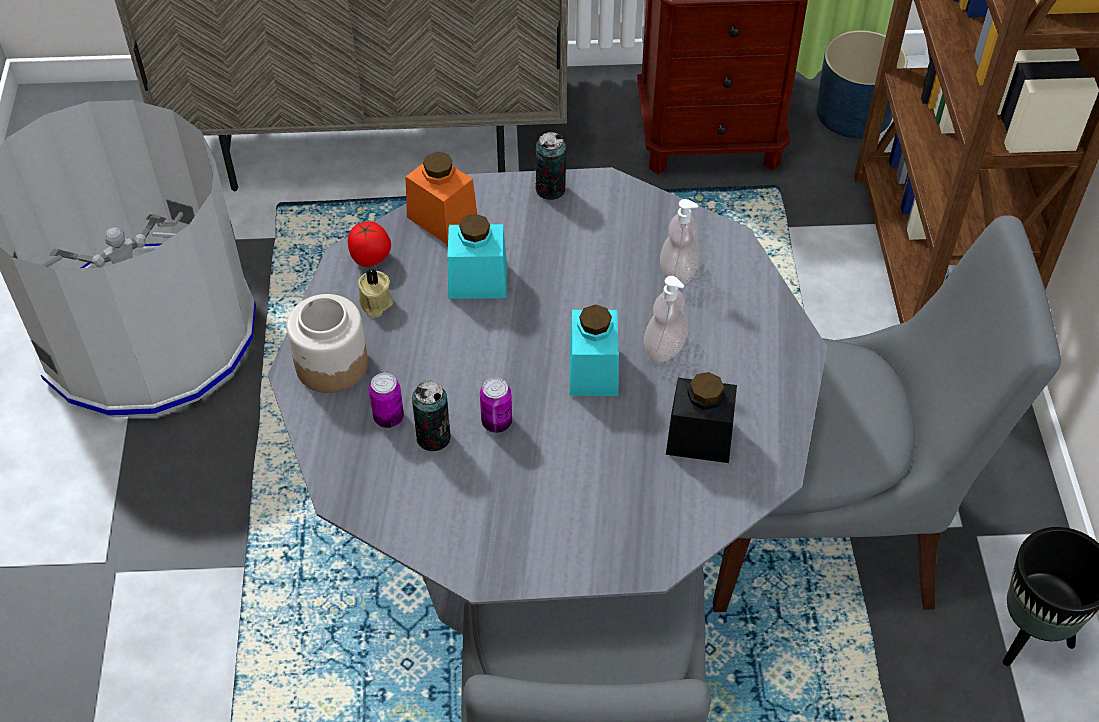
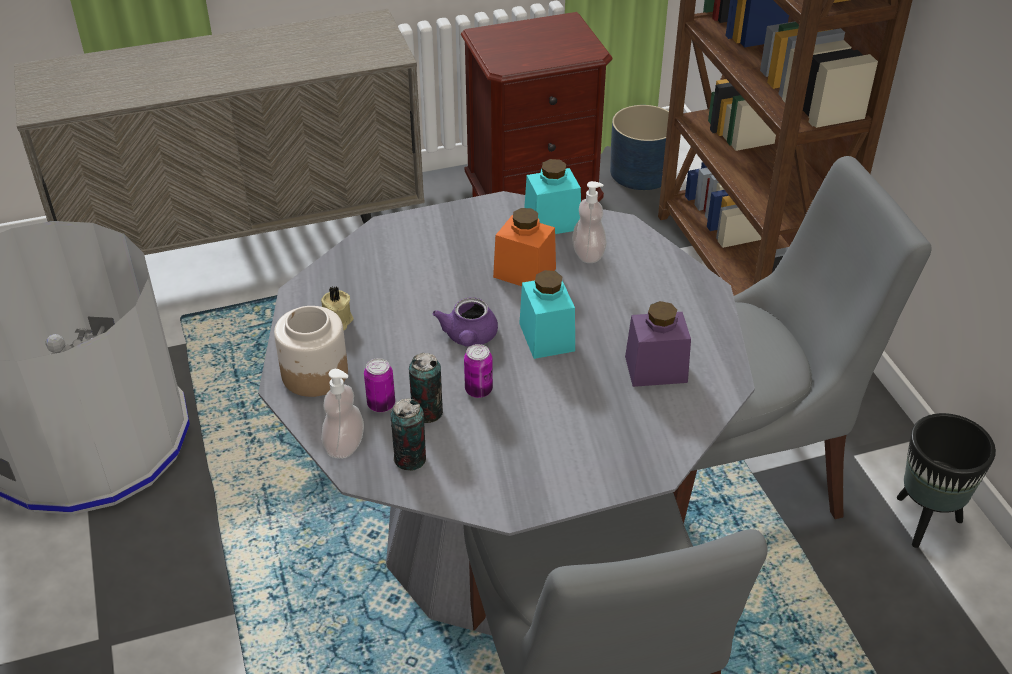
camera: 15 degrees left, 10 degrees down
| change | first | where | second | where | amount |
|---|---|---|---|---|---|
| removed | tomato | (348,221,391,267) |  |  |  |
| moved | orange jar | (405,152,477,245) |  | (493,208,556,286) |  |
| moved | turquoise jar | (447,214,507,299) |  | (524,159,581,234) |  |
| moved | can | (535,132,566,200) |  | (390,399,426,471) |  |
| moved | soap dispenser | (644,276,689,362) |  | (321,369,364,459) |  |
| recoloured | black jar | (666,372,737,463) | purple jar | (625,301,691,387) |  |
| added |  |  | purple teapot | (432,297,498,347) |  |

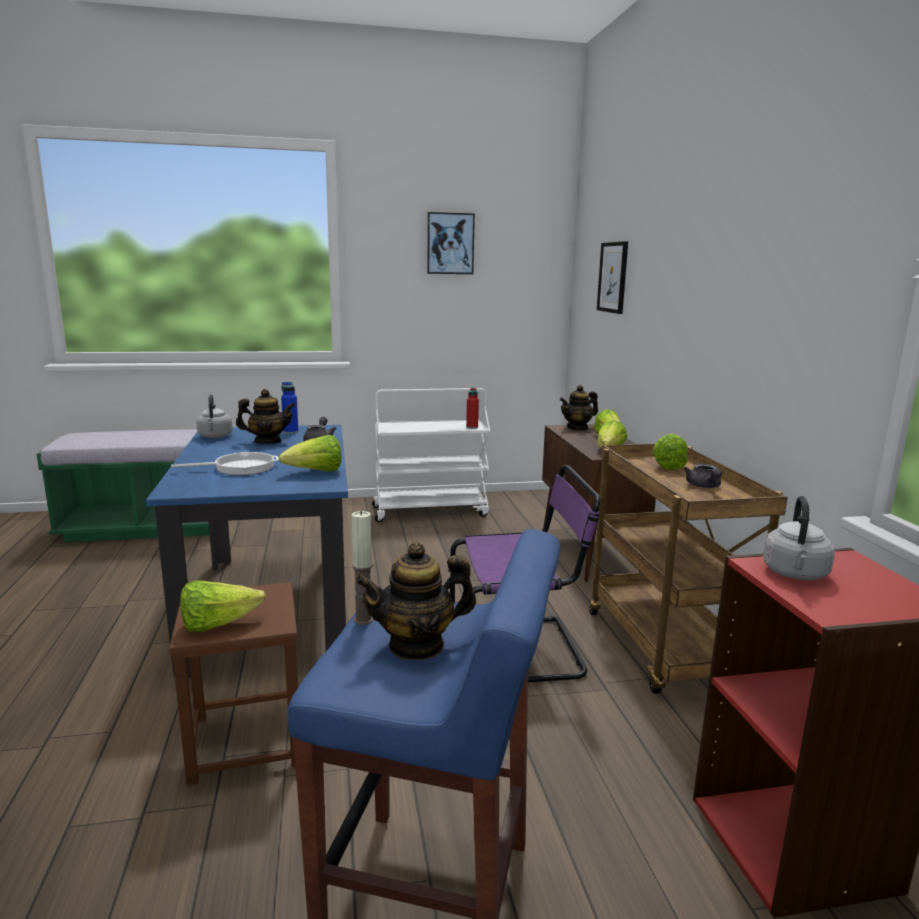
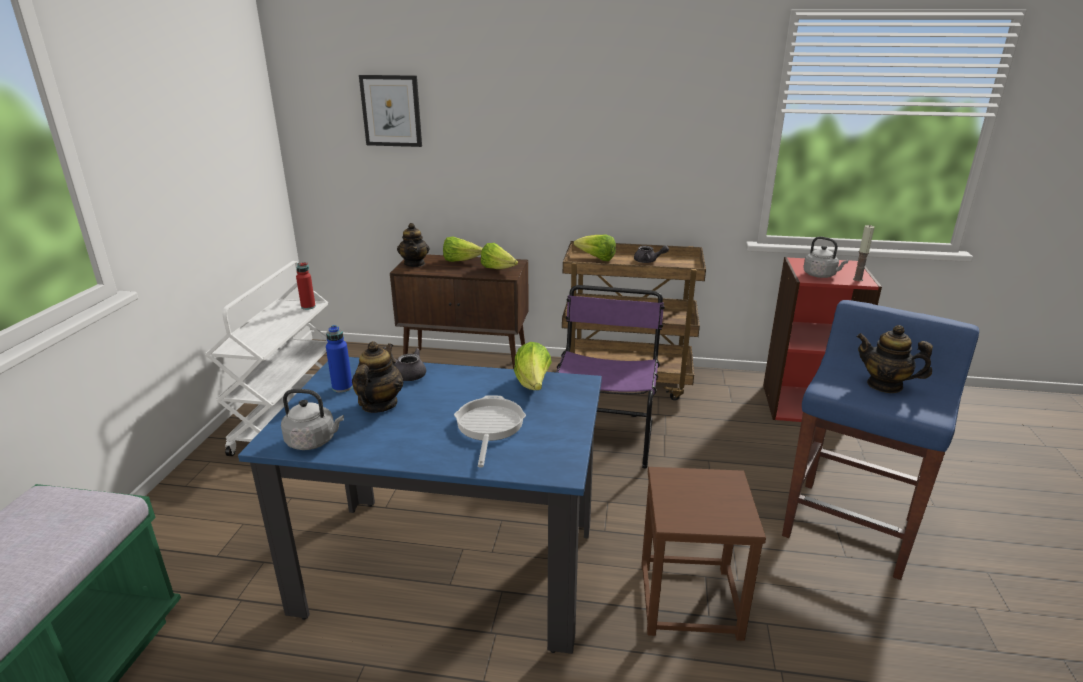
camera: 70 degrees left, 10 degrees up
| change | first | where | second | where | amount |
|---|---|---|---|---|---|
| removed | lettuce | (180,580,266,632) |  |  |  |
| moved | candle | (352,511,373,625) |  | (853,225,874,281) |  |
| turned | teapot | (355,542,476,660) |  | (856,325,933,393) | 120 degrees clockwise |
| removed | picture | (427,212,475,274) |  |  |  |

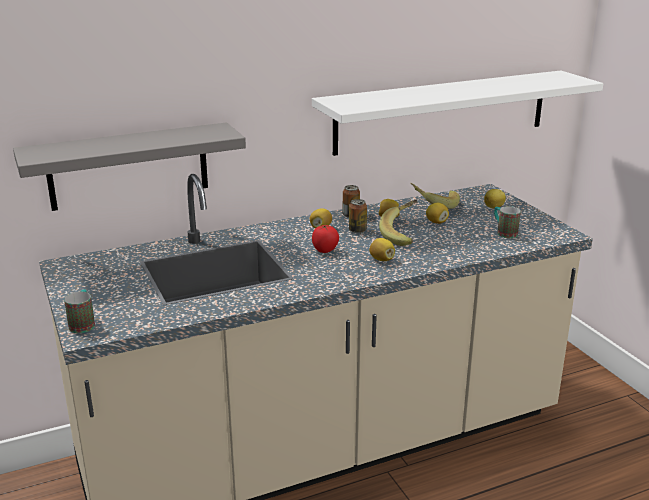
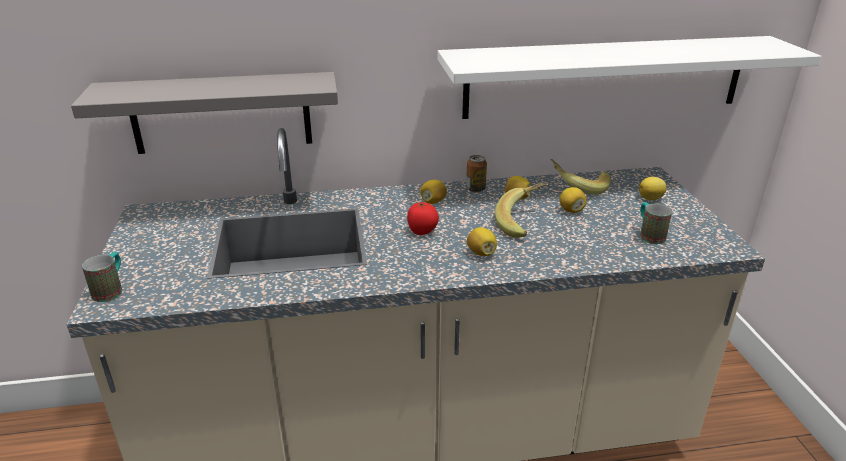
camera: 15 degrees right, 5 degrees up
| change | first | where | second | where | amount |
|---|---|---|---|---|---|
| removed | can | (349,199,367,233) |  |  |  |

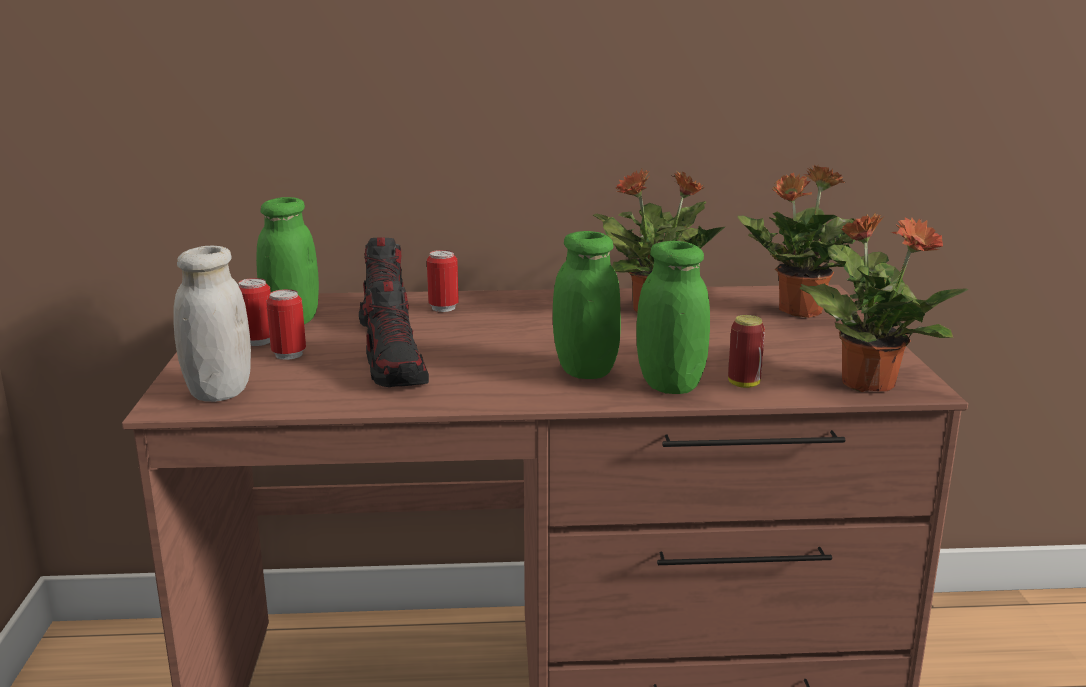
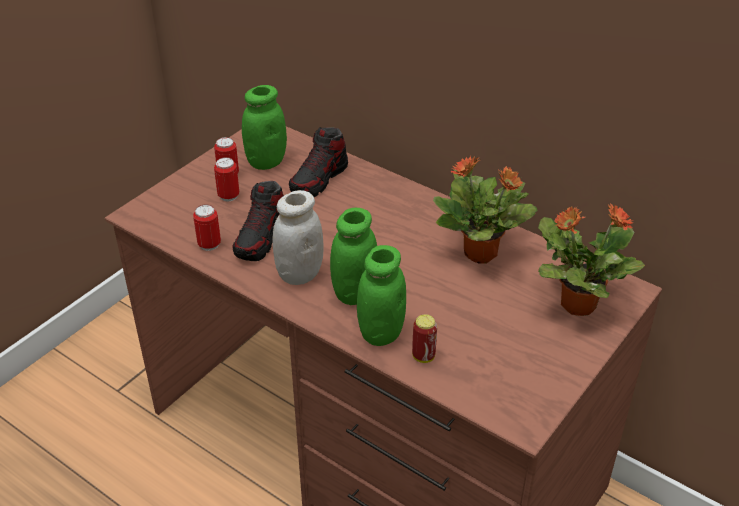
camera: 40 degrees right, 20 degrees up
| change | first | where | second | where | amount |
|---|---|---|---|---|---|
| moved | white jar | (173,246,251,402) |  | (272,190,324,285) |  |
| moved | can | (427,250,459,312) |  | (193,204,221,251) |  |
| removed | potted plant | (800,212,969,392) |  |  |  |

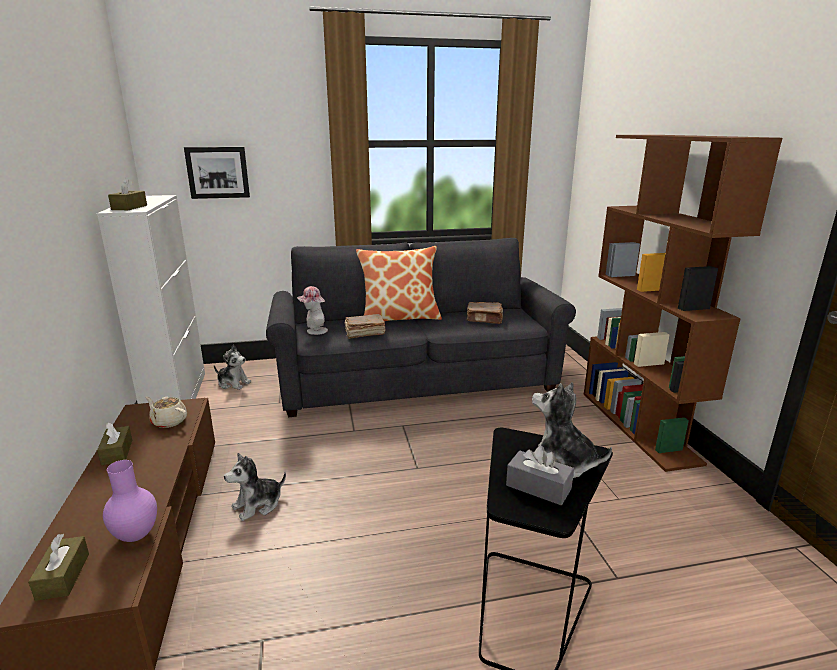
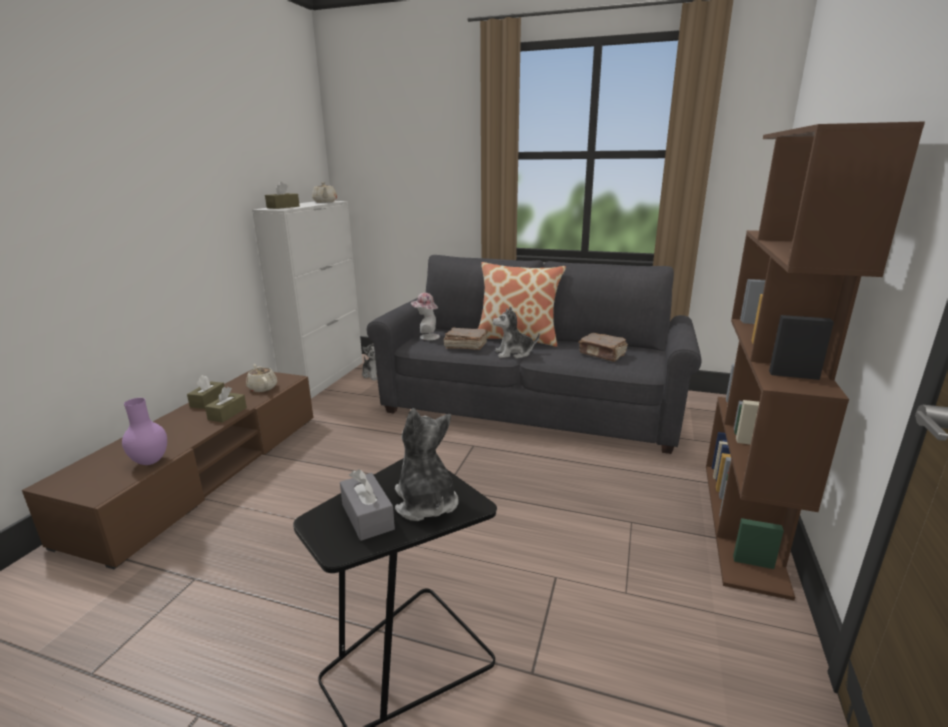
camera: 30 degrees right, 0 degrees up
| change | first | where | second | where | amount |
|---|---|---|---|---|---|
| moved | brown tissue box | (28,534,89,601) |  | (205,387,247,423) |  |
| removed | picture | (184,147,250,199) |  |  |  |
| moved | plush toy | (224,453,286,521) |  | (493,306,540,359) |  |
| added |  |  | beige teapot | (312,182,337,203) |  |

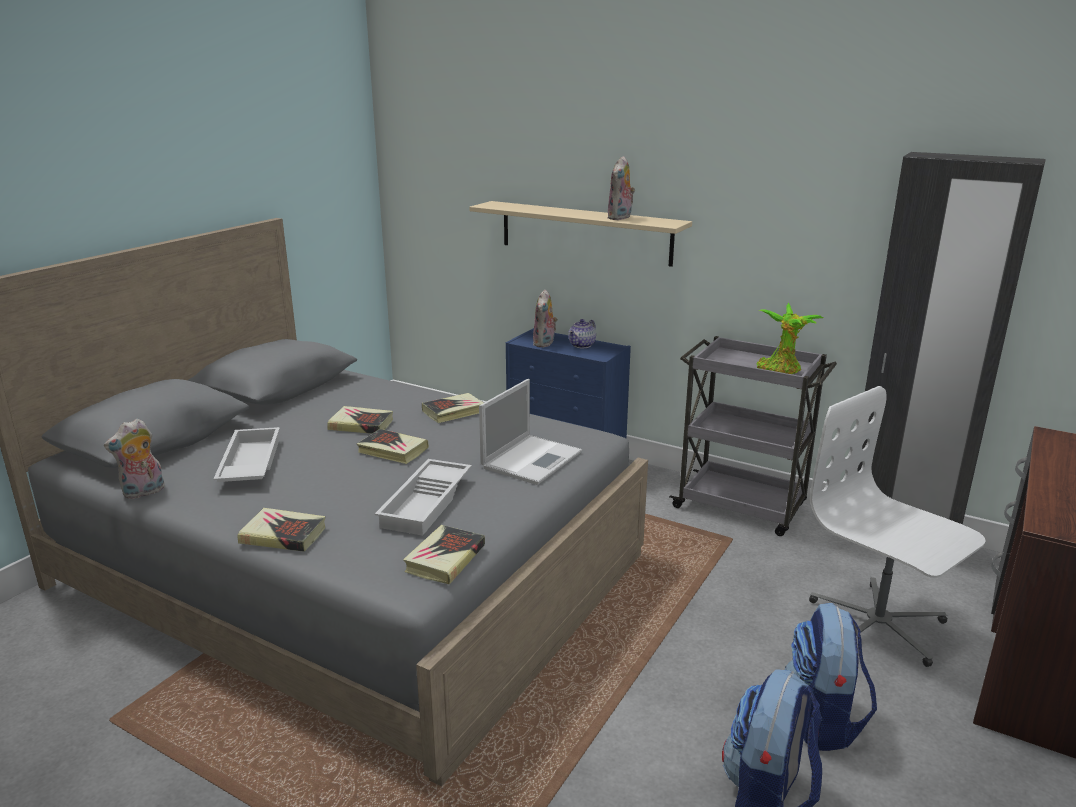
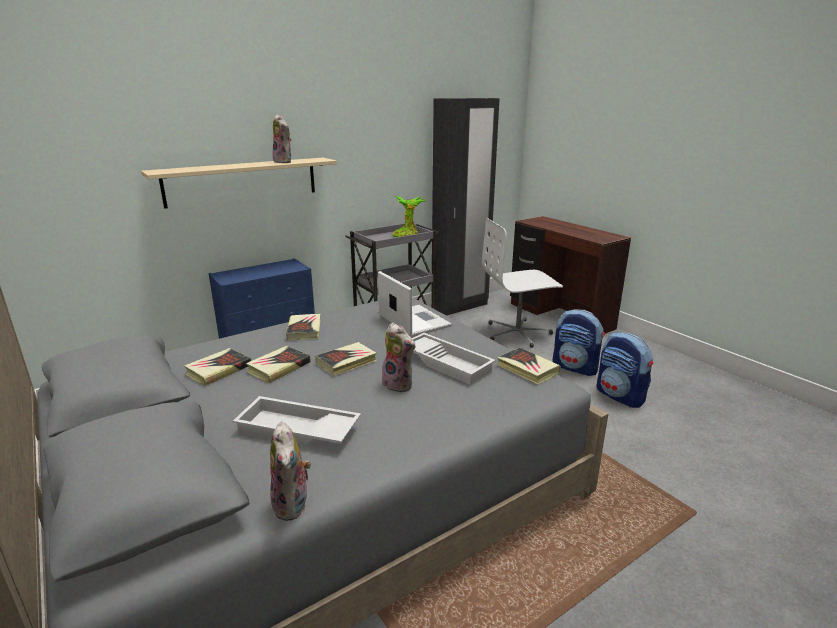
camera: 65 degrees left, 0 degrees up
| change | first | where | second | where | amount |
|---|---|---|---|---|---|
| moved | book | (238,508,326,552) |  | (184,348,251,386) |  |
| moved | plush toy | (533,289,558,347) |  | (382,323,415,393) |  |
| removed | teapot | (568,319,596,348) |  |  |  |

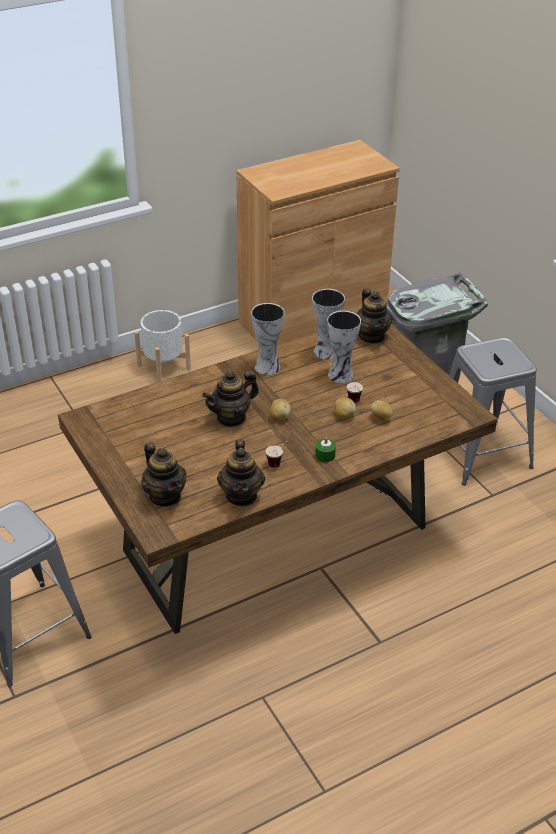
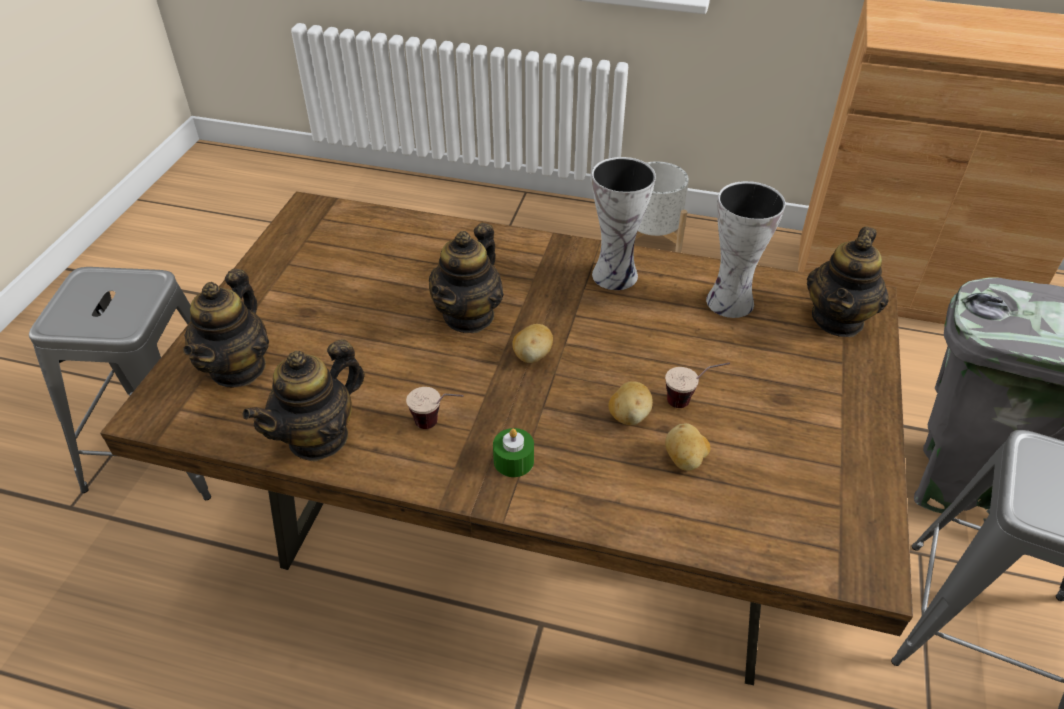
camera: 45 degrees right, 5 degrees up
| change | first | where | second | where | amount |
|---|---|---|---|---|---|
| turned | teapot | (202,371,259,427) |  | (429,223,504,333) | 75 degrees counterclockwise |
| removed | vase | (327,311,361,383) |  |  |  |

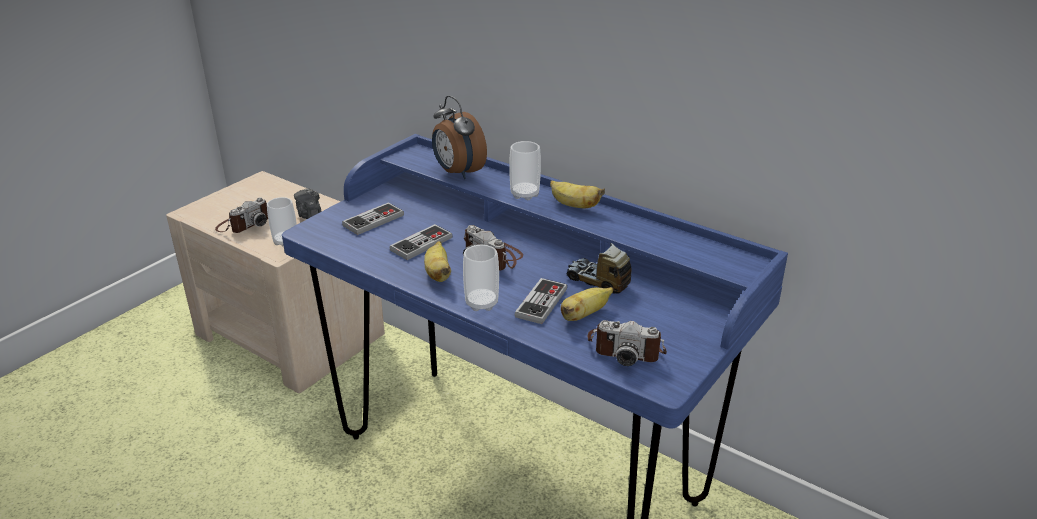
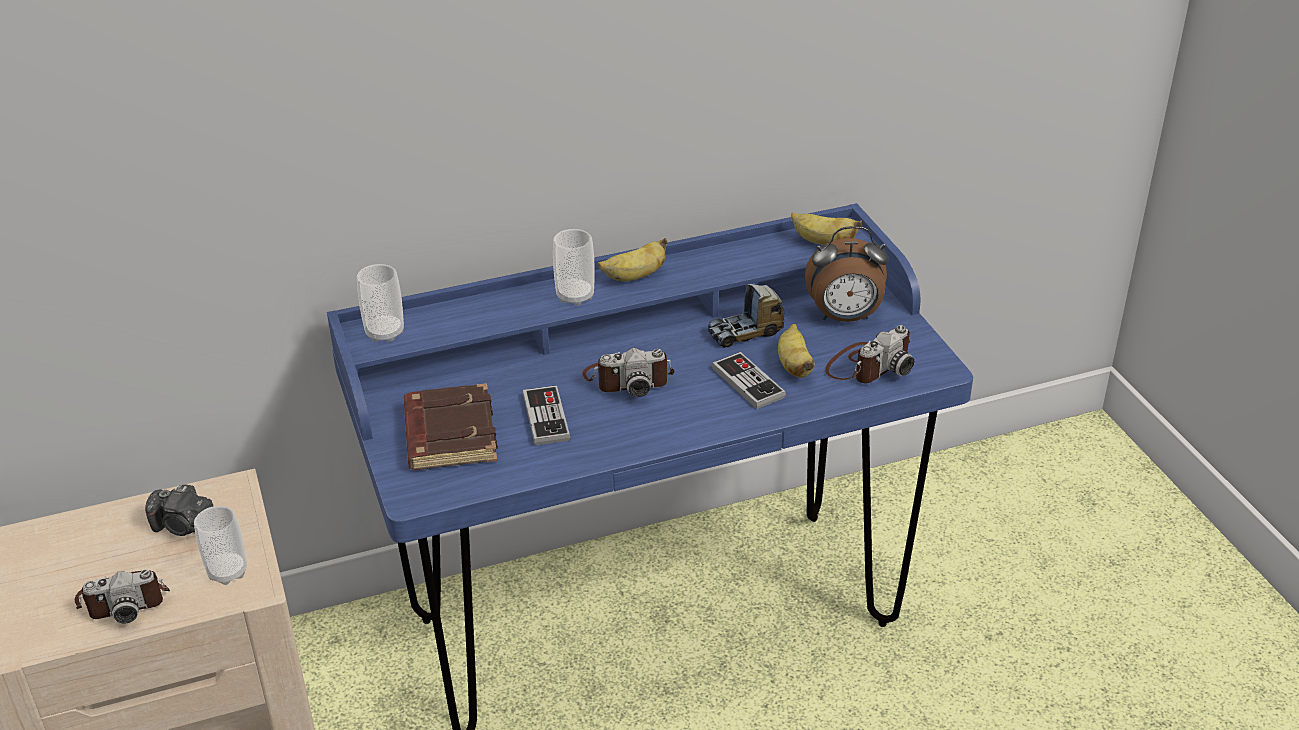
camera: 55 degrees left, 5 degrees up
| change | first | where | second | where | amount |
|---|---|---|---|---|---|
| turned | photo camera | (215,198,268,233) |  | (75,570,170,623) | 90 degrees clockwise |
| replaced | game controller | (342,202,404,235) | brown book | (403,383,498,470) |  |
| moved | banana | (424,241,451,282) |  | (791,212,862,245) |  |
| moved | alarm clock | (432,95,487,179) |  | (805,226,889,322) |  |
| moved | cup | (463,245,499,311) |  | (357,264,404,342) |  |

